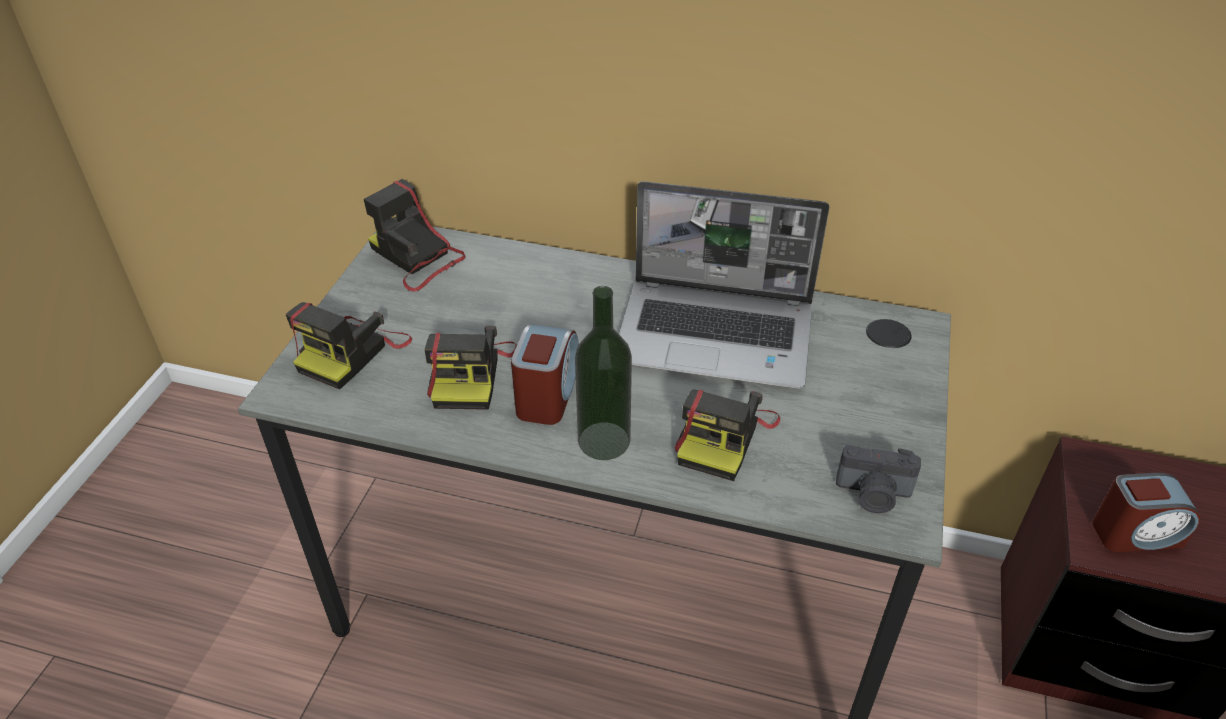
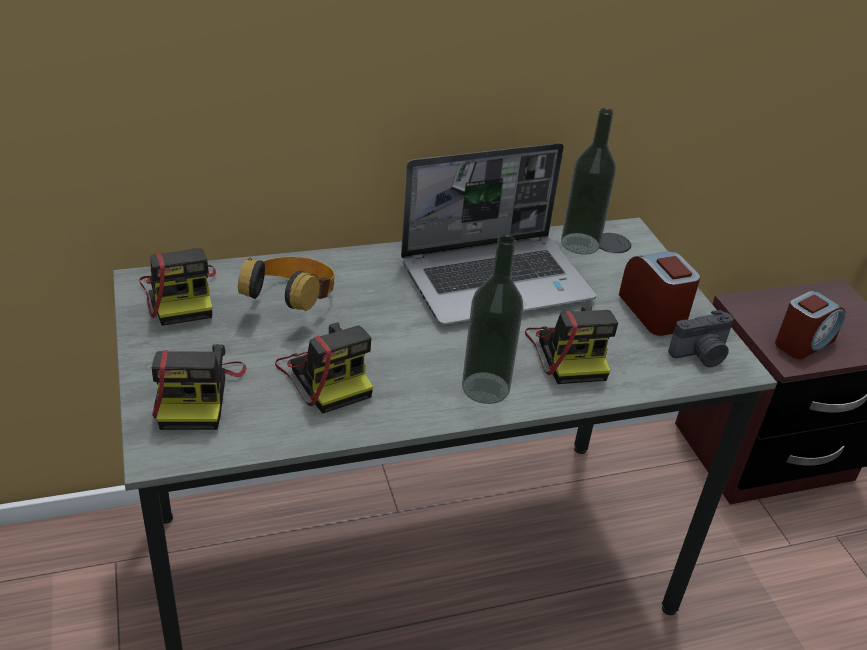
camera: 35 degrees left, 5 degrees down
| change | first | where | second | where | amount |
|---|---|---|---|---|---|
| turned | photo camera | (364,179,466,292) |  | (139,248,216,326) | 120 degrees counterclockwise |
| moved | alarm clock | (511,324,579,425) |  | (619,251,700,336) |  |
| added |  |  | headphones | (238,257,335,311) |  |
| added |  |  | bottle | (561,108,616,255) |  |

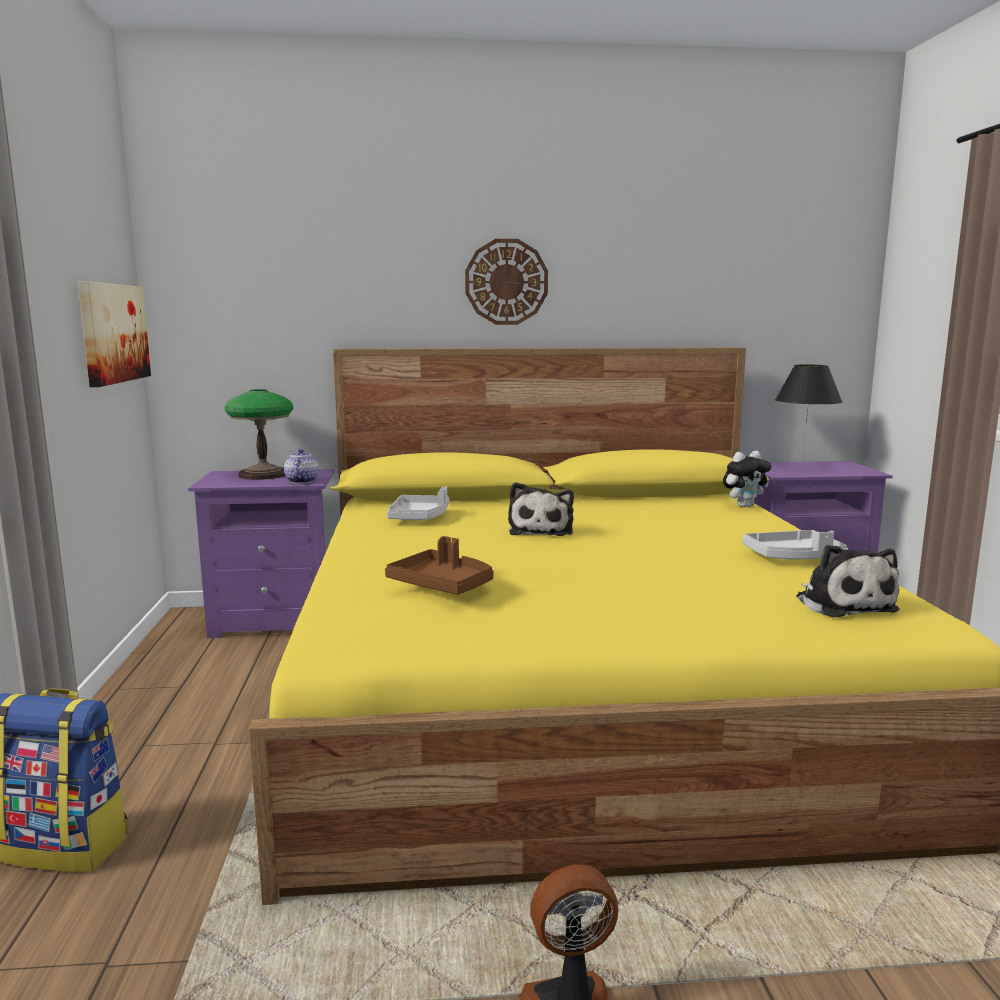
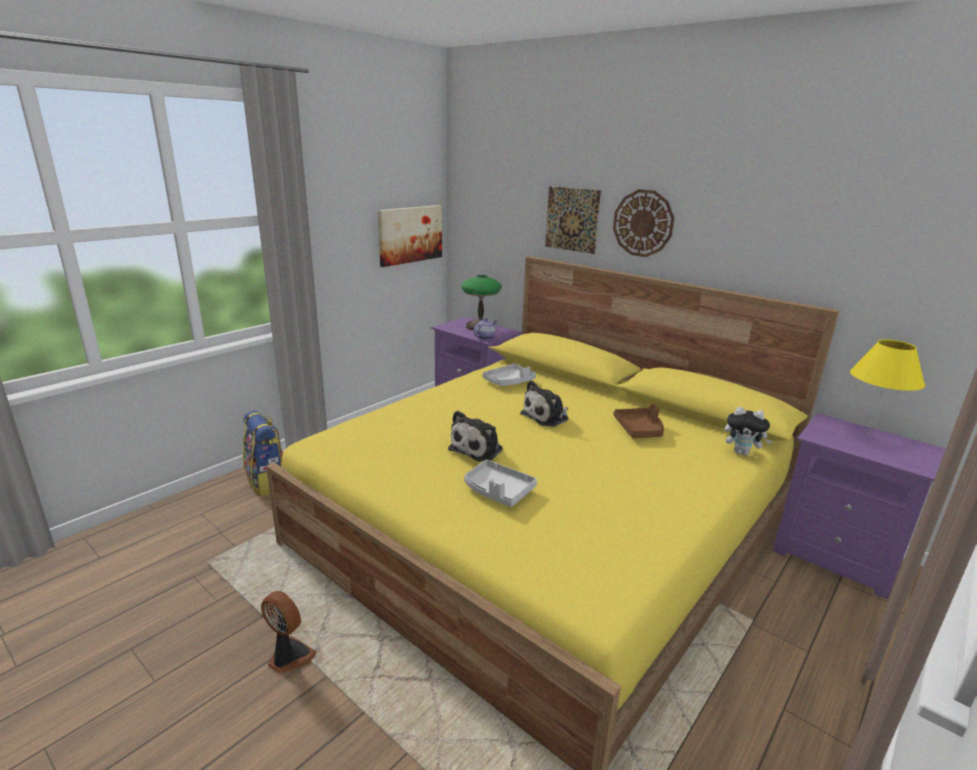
camera: 45 degrees right, 10 degrees up
| change | first | where | second | where | amount |
|---|---|---|---|---|---|
| moved | brown tray | (385,536,494,595) |  | (613,404,664,438) |  |
| moved | grey tray | (743,530,848,559) |  | (464,460,537,507) |  |
| recoloured | black table lamp | (775,365,842,466) | yellow table lamp | (850,339,925,437) |  |
| moved | plush toy | (797,544,900,618) |  | (448,411,503,462) |  |
| added |  |  | picture | (545,186,601,254) |  |

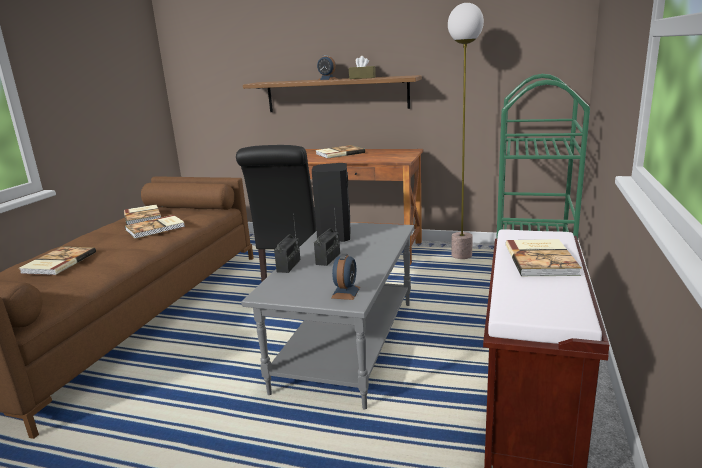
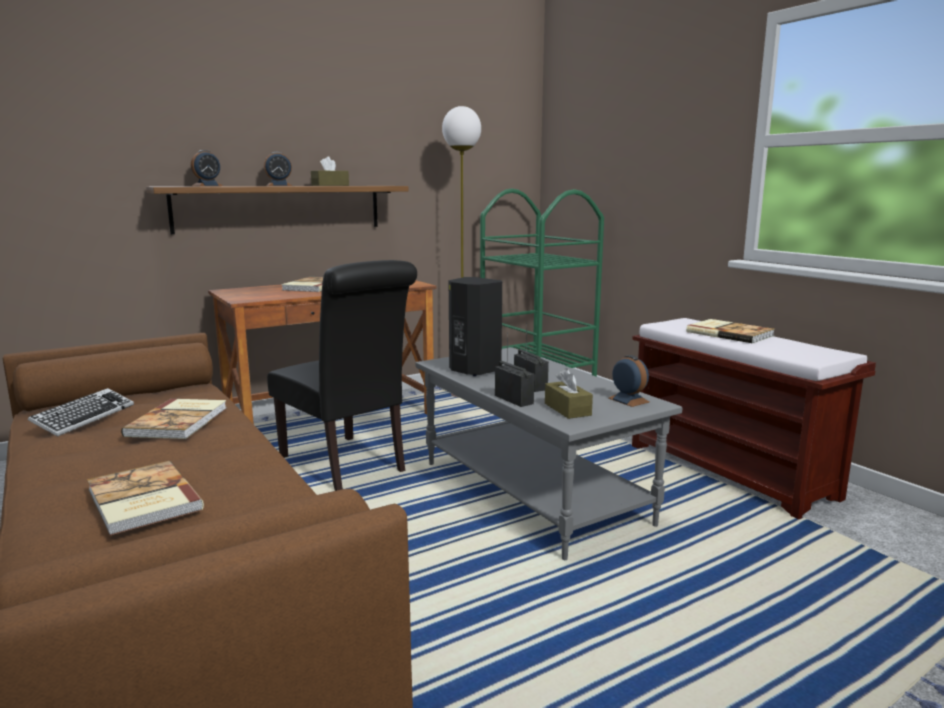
camera: 50 degrees left, 5 degrees down
| change | first | where | second | where | amount |
|---|---|---|---|---|---|
| replaced | book | (124,205,161,225) | keyboard | (28,388,134,437) |  |
| added |  |  | alarm clock | (191,150,223,186) |  |
| added |  |  | brown tissue box | (545,368,593,419) |  |

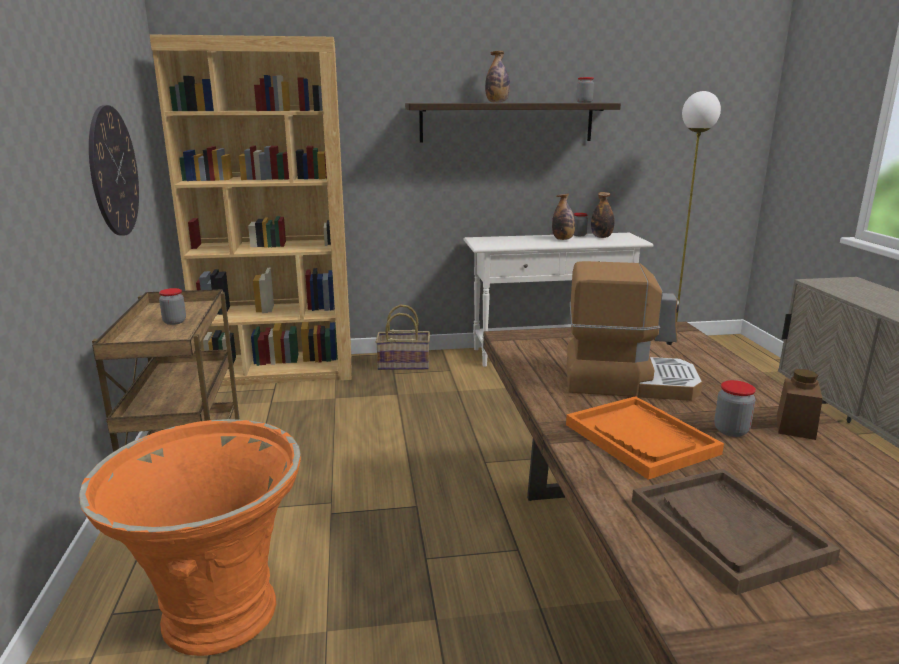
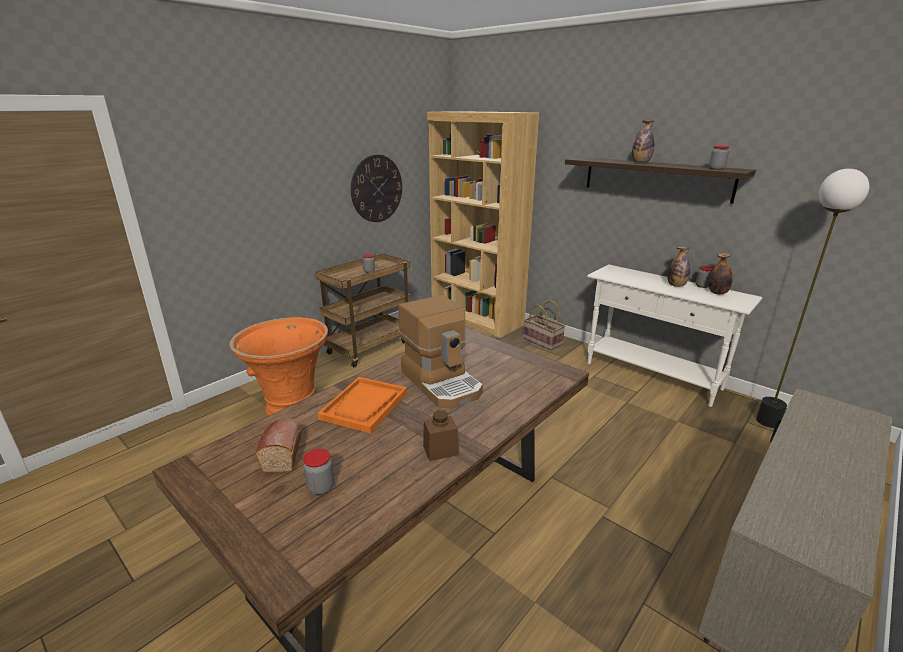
camera: 50 degrees right, 5 degrees up
| change | first | where | second | where | amount |
|---|---|---|---|---|---|
| replaced | brown tray | (632,468,840,595) | bread | (256,418,302,473) |  |
| moved | jar | (714,380,756,437) |  | (303,449,334,495) |  |

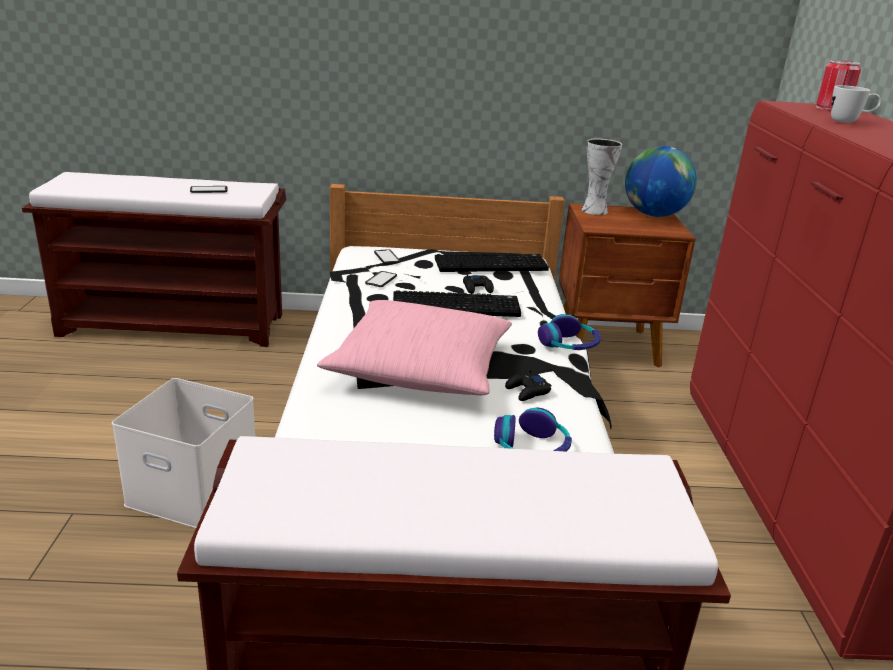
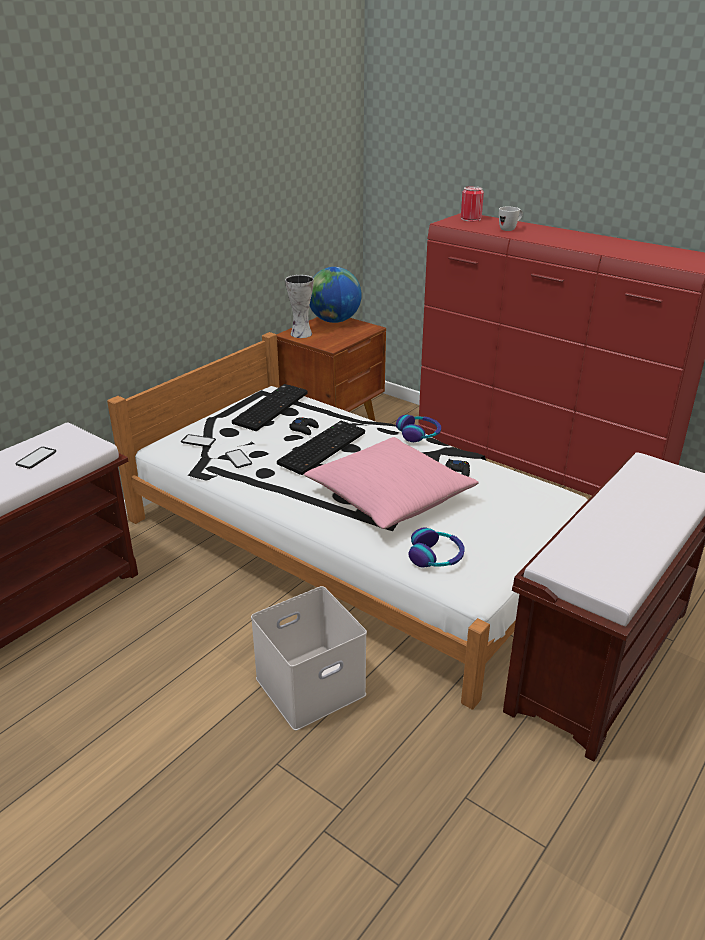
camera: 50 degrees left, 5 degrees up
| change | first | where | second | where | amount |
|---|---|---|---|---|---|
| moved | headphones | (494,408,572,452) |  | (408,528,465,567) |  |

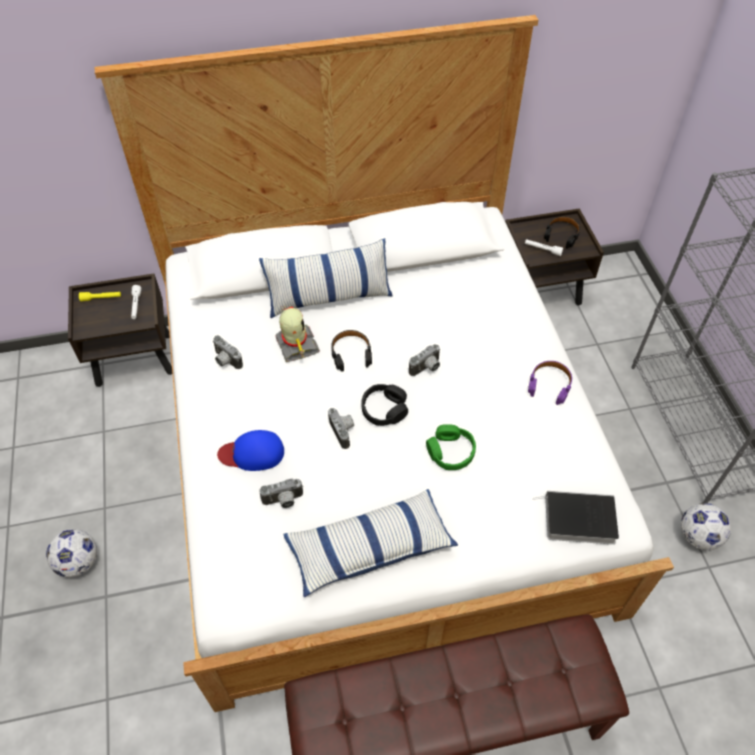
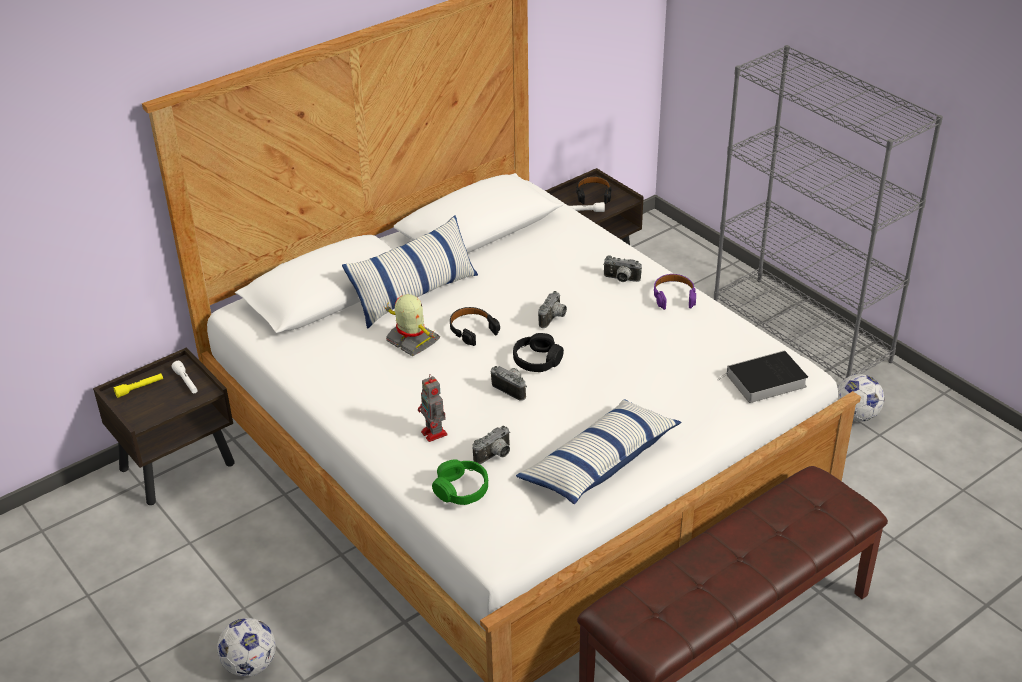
camera: 25 degrees left, 15 degrees down
| change | first | where | second | where | amount |
|---|---|---|---|---|---|
| moved | photo camera | (213,335,243,369) |  | (603,255,642,282) |  |
| replaced | blue cap | (217,430,284,471) | toy robot | (418,374,448,442) |  |
| moved | green headphones | (426,424,476,470) |  | (432,459,488,505) |  |

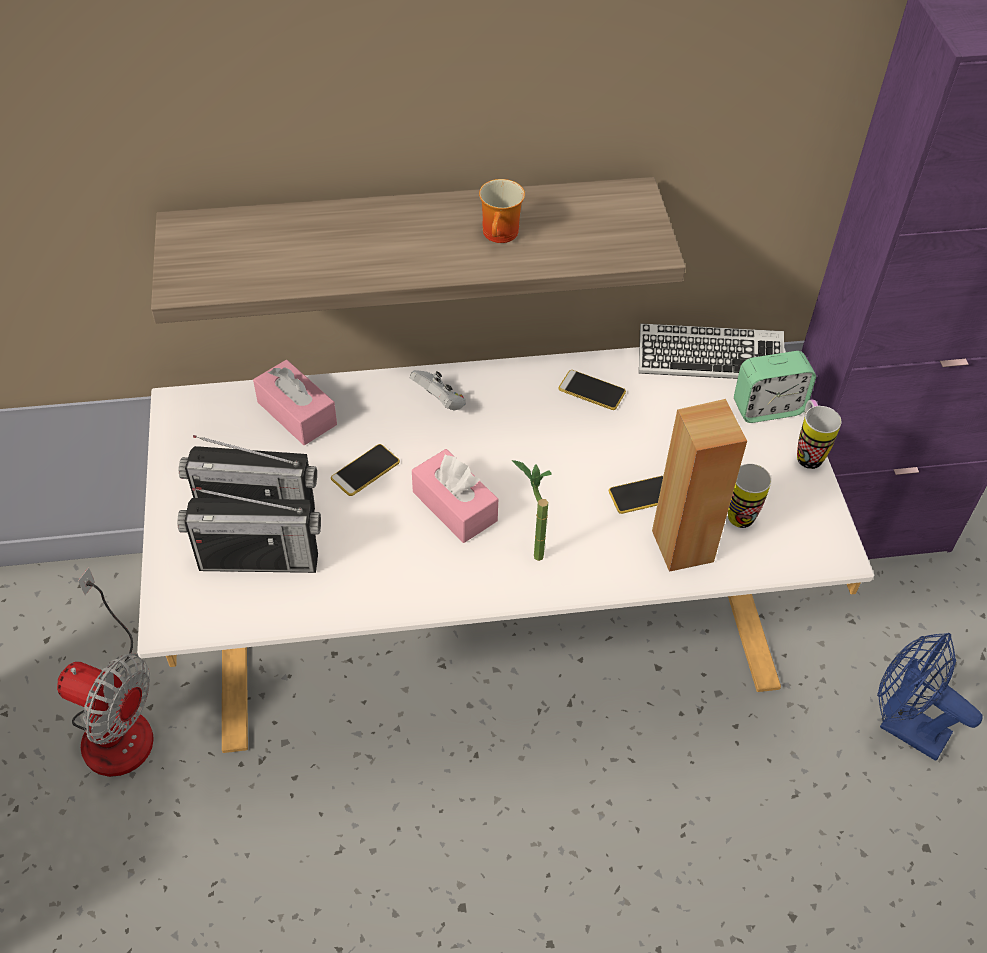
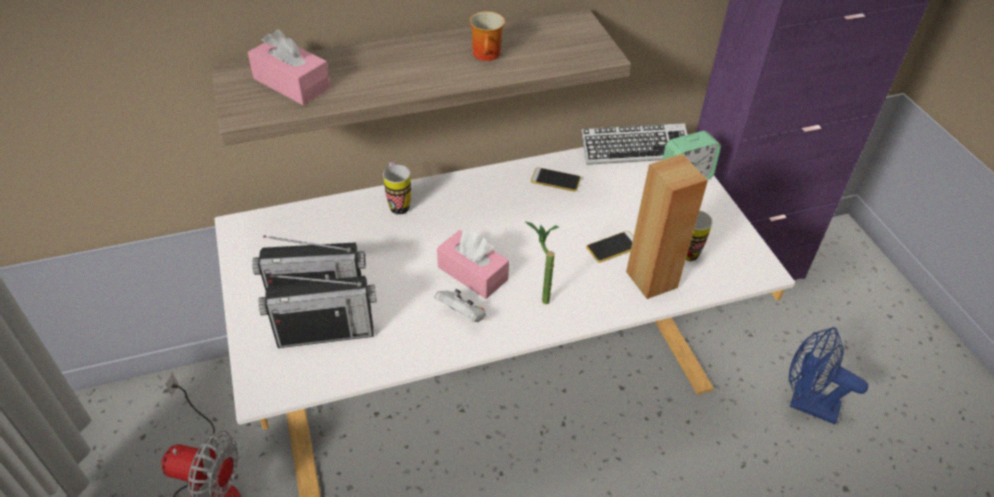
camera: 10 degrees left, 5 degrees down
| change | first | where | second | where | amount |
|---|---|---|---|---|---|
| moved | pink tissue box | (253,360,337,445) |  | (248,29,331,105) |  |
| removed | phone | (331,444,400,496) |  |  |  |
| moved | white game controller | (410,370,466,411) |  | (435,289,486,322) |  |
| moved | mug | (797,400,841,469) |  | (383,162,411,215) |  |

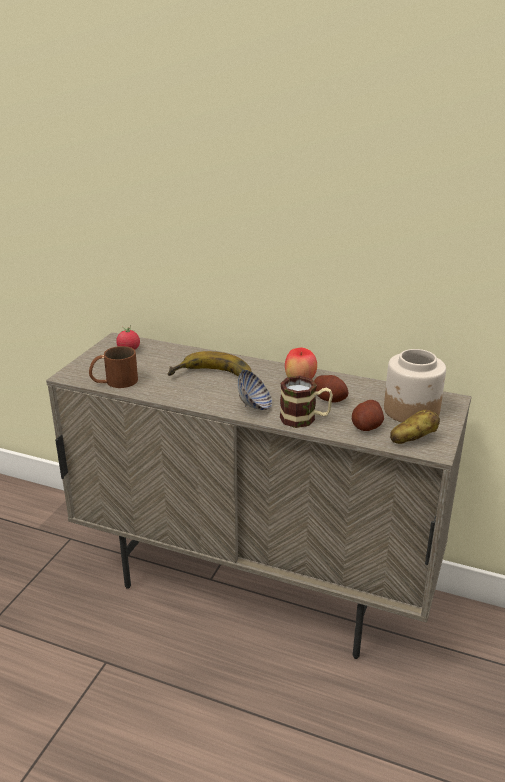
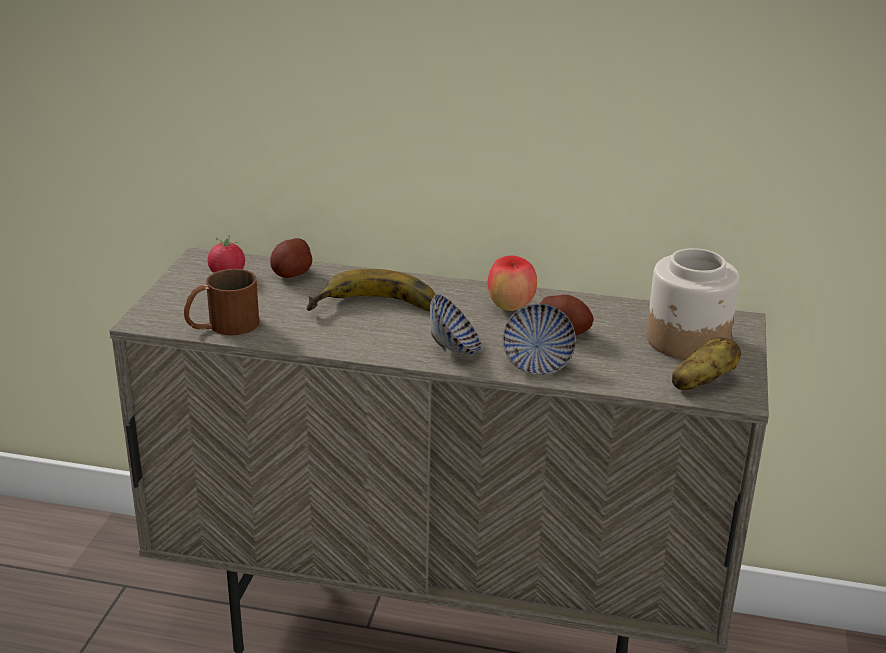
camera: 10 degrees left, 0 degrees up
| change | first | where | second | where | amount |
|---|---|---|---|---|---|
| replaced | mug | (280,376,333,428) | bowl | (502,304,576,375) |  |
| moved | potato | (352,400,384,431) |  | (270,238,312,278) |  |

